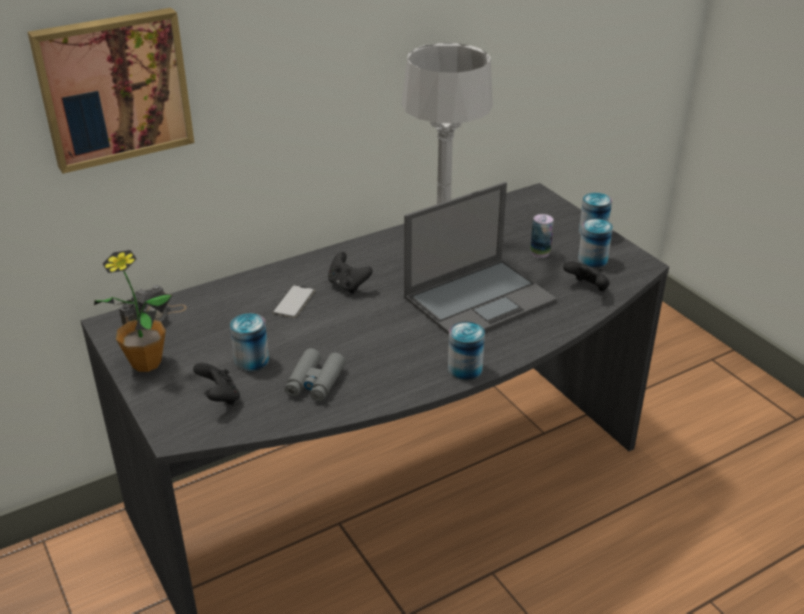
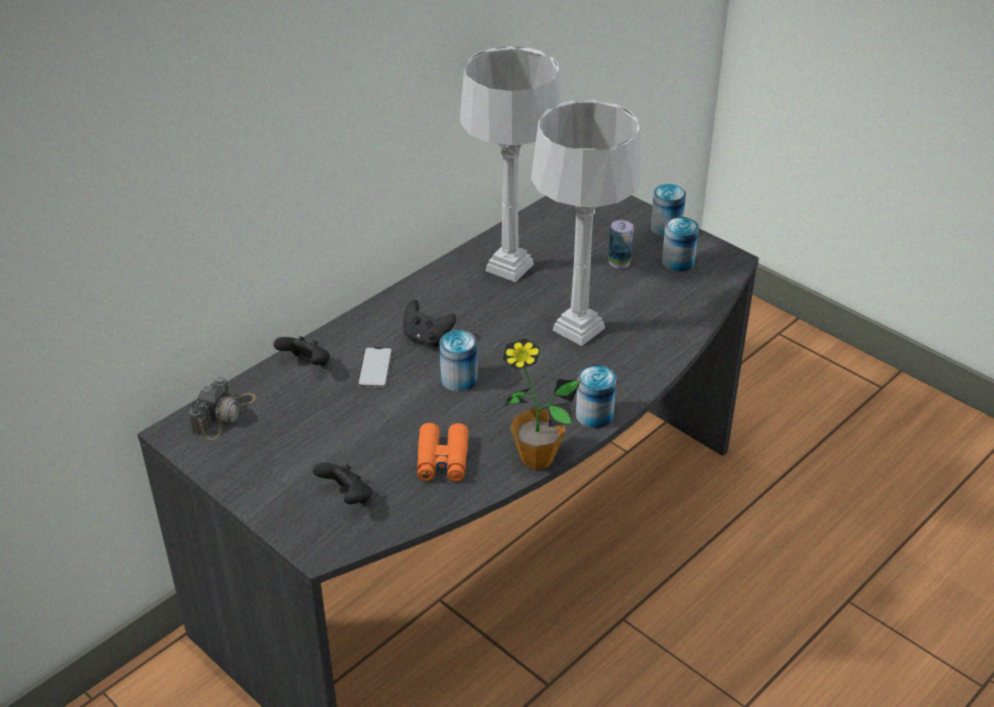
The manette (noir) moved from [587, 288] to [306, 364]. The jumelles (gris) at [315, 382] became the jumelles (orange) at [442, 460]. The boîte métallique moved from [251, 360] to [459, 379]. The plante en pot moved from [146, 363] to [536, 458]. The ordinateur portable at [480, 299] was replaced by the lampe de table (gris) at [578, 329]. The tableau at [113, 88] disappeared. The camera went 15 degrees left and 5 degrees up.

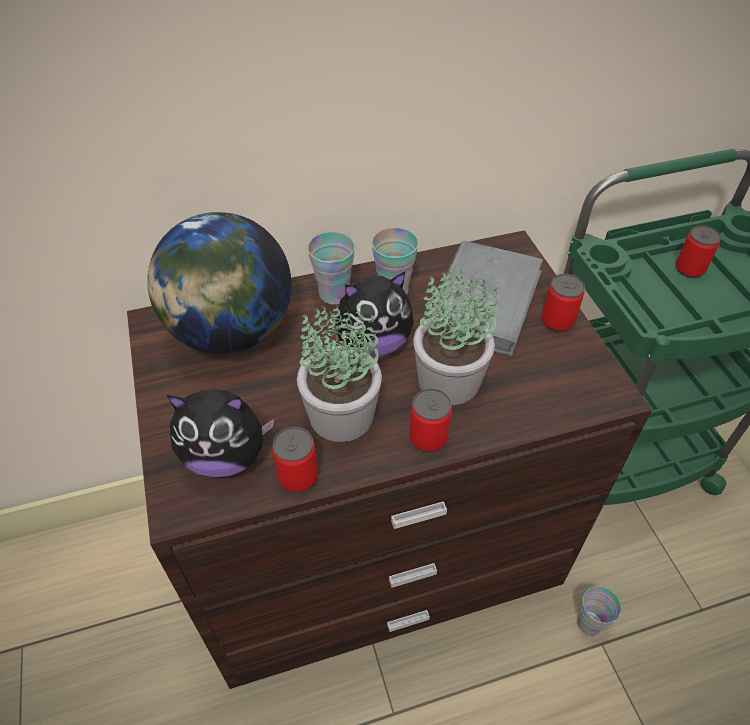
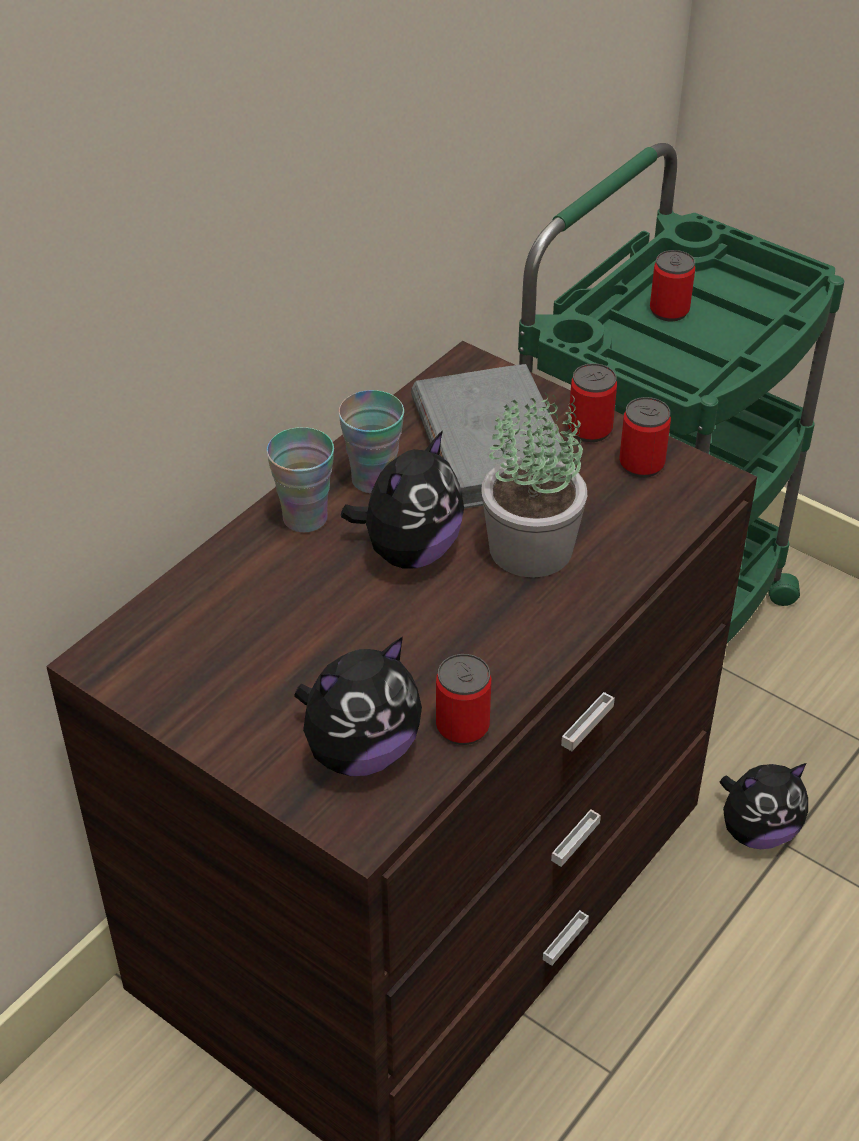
The boîte métallique moved from [428, 438] to [641, 464]. The tasse at [589, 623] was replaced by the peluche at [757, 831]. The globe at [231, 332] disappeared. The plante en pot at [342, 416] disappeared. The camera went 35 degrees left and 5 degrees down.

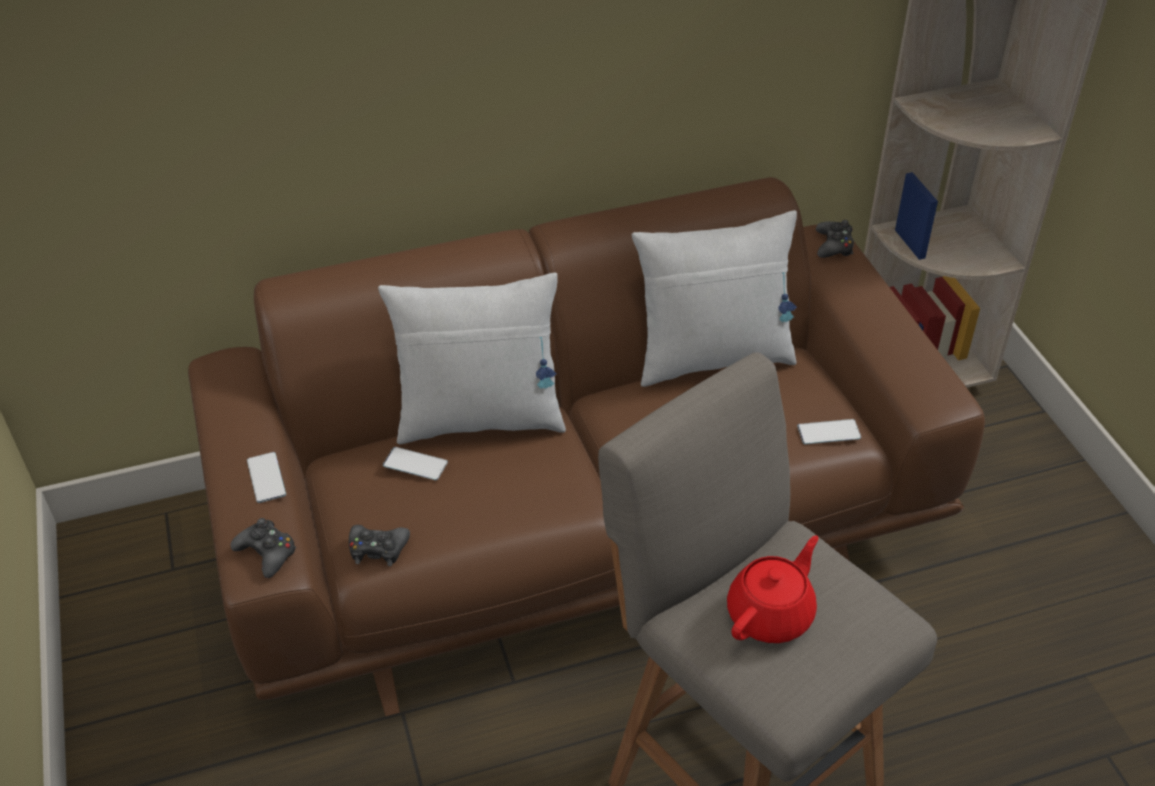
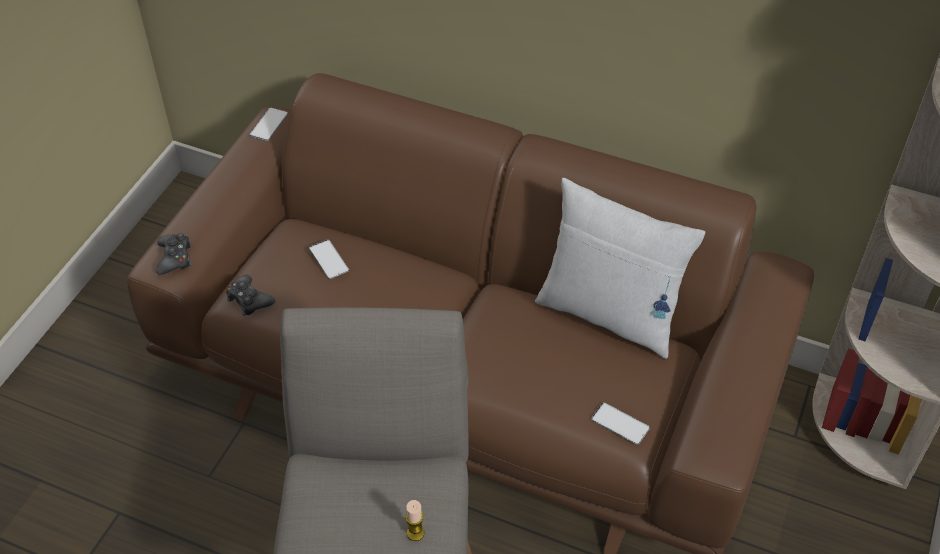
The téléphone moved from [266, 478] to [268, 124]. The bougie at [415, 533] appeared. The coussin (gris) at [480, 420] disappeared. The théière (rouge) at [771, 614] disappeared. The manette (noir) at [834, 245] disappeared. The camera went 40 degrees right and 5 degrees up.

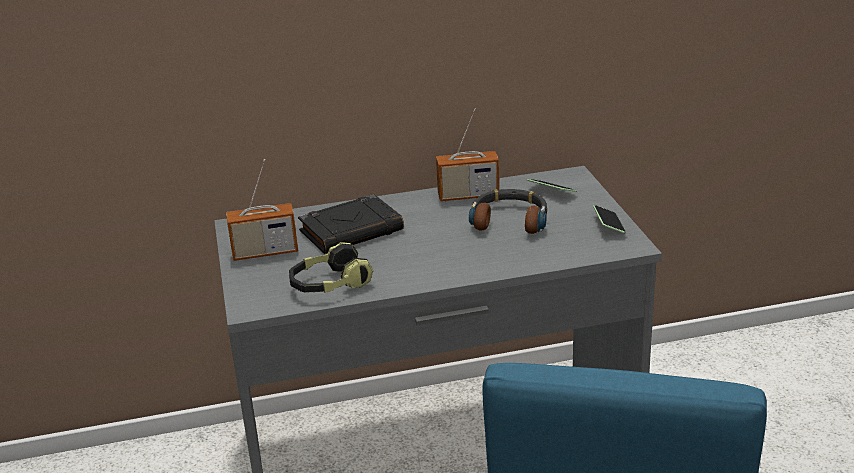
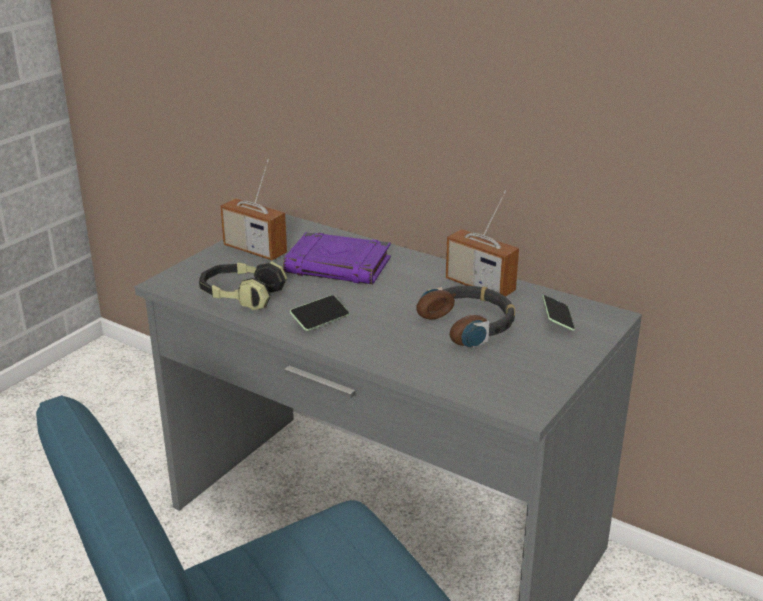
The livre (noir) at [352, 230] became the livre (violet) at [339, 266]. The téléphone moved from [608, 226] to [320, 320]. The camera went 45 degrees right and 0 degrees up.

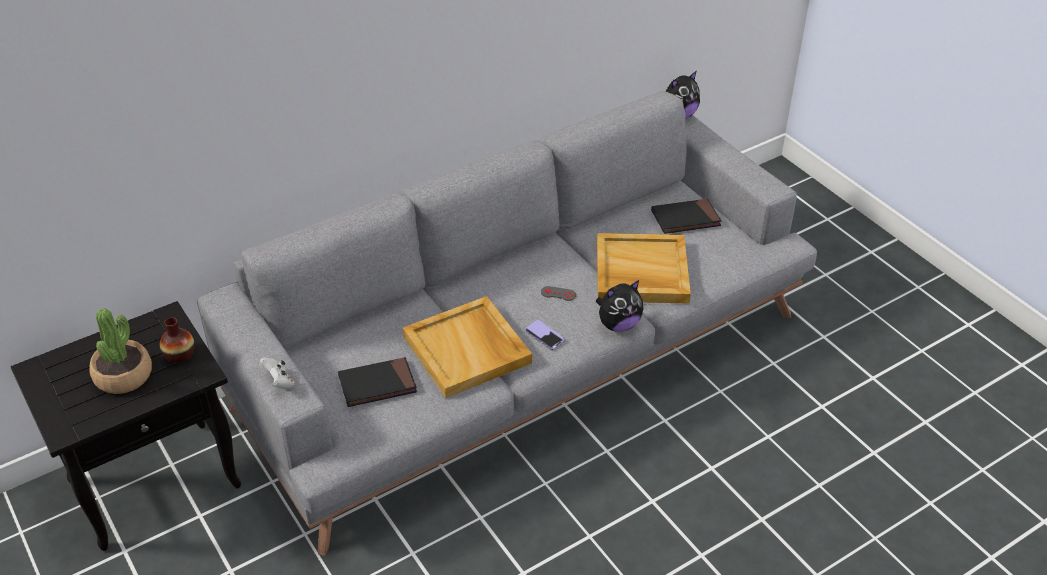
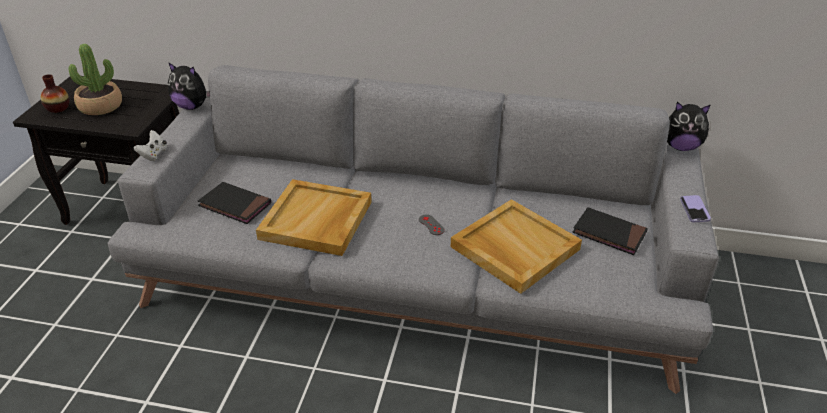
The vase moved from [179, 354] to [58, 108]. The peluche moved from [618, 324] to [192, 106]. The téléphone moved from [544, 336] to [694, 210]. The camera went 45 degrees right and 5 degrees down.

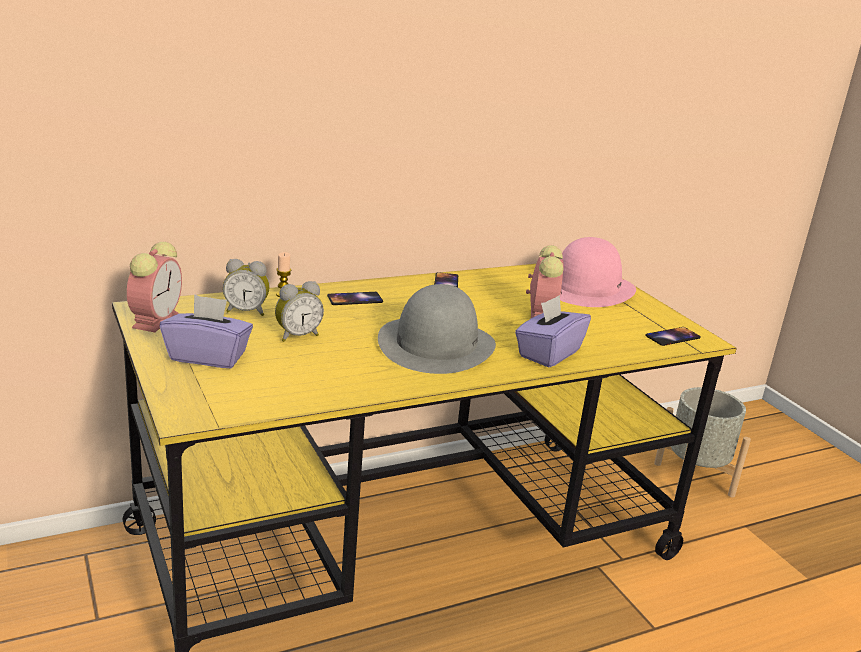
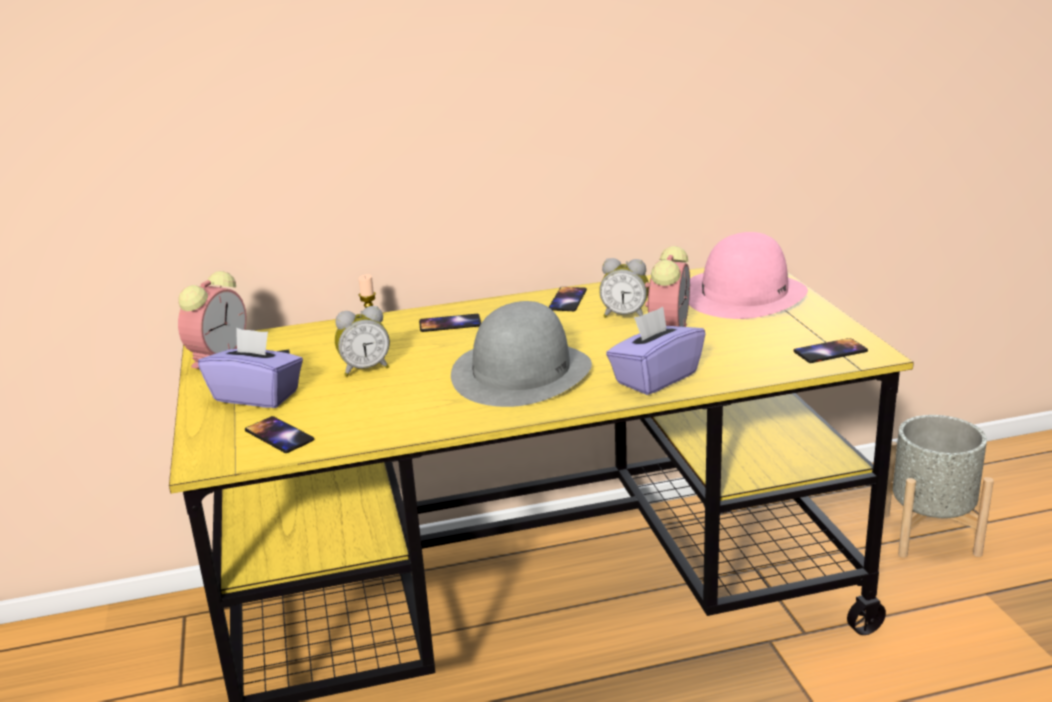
The téléphone at [279, 435] appeared. The réveil moved from [247, 311] to [625, 315]. The camera went 15 degrees right and 0 degrees up.

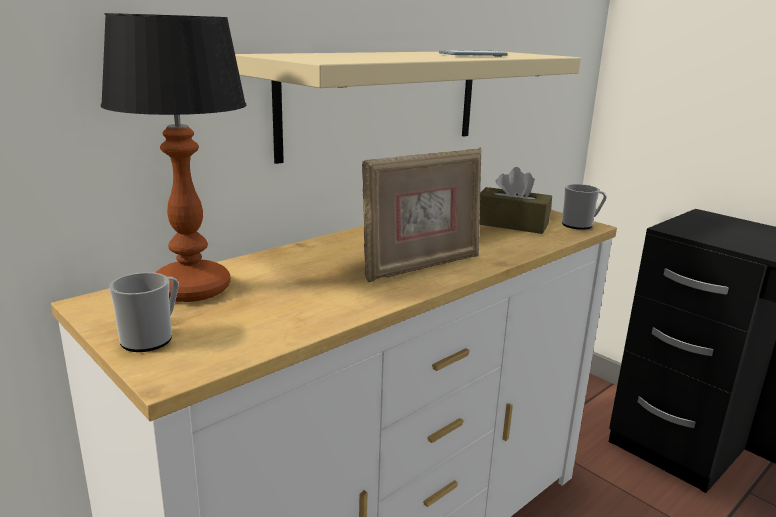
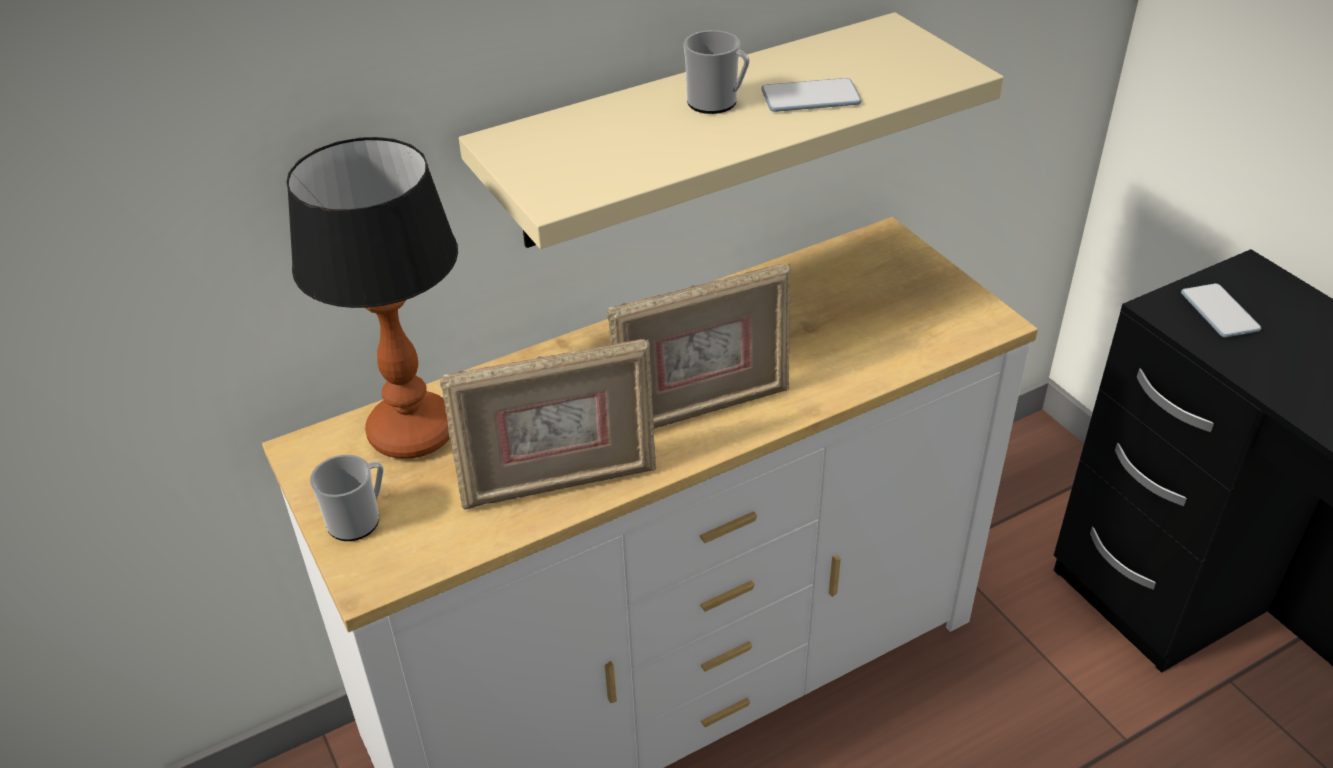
The cadre photo at [559, 482] appeared. The mug moved from [580, 225] to [717, 103]. The téléphone at [1219, 312] appeared. The boîte à mouchoirs (marron) at [511, 224] disappeared. The camera went 15 degrees right and 20 degrees up.

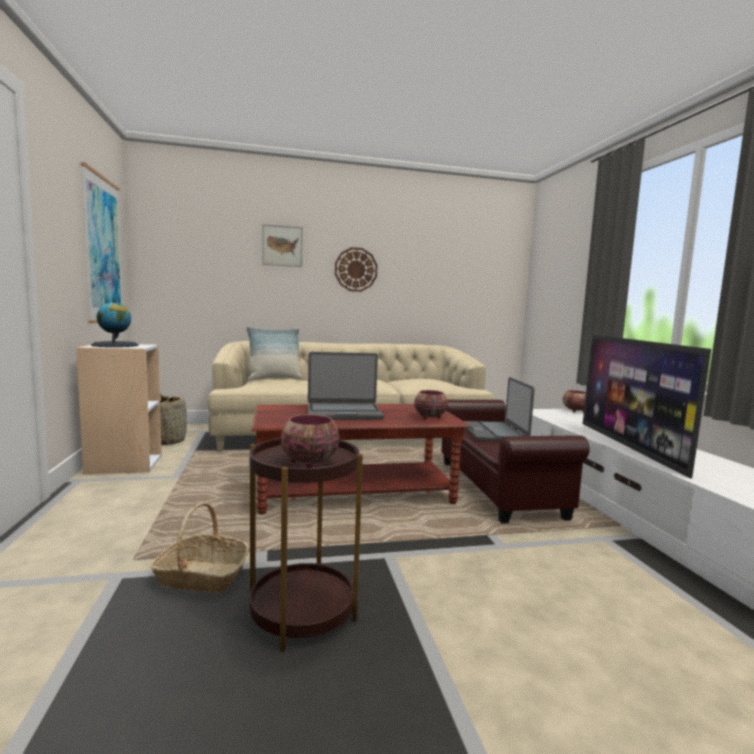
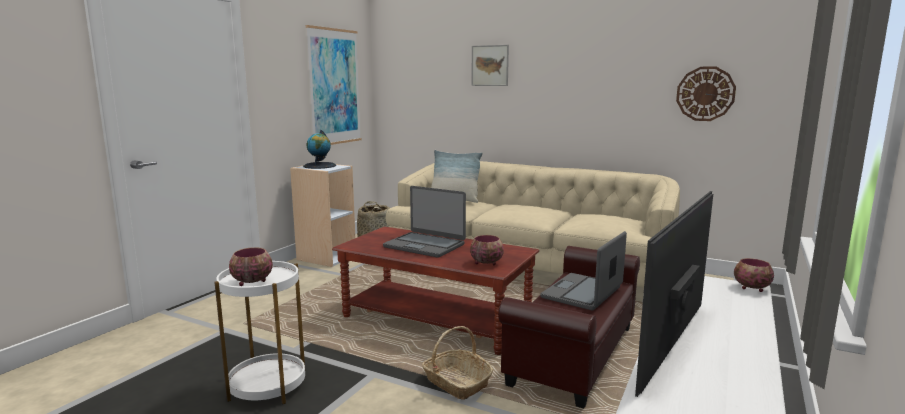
The table d'appoint (marron) at [302, 612] became the table d'appoint (blanc) at [267, 386]. The panier moved from [201, 576] to [456, 382]. The horloge murale moved from [356, 269] to [705, 94]. The camera went 40 degrees right and 5 degrees up.

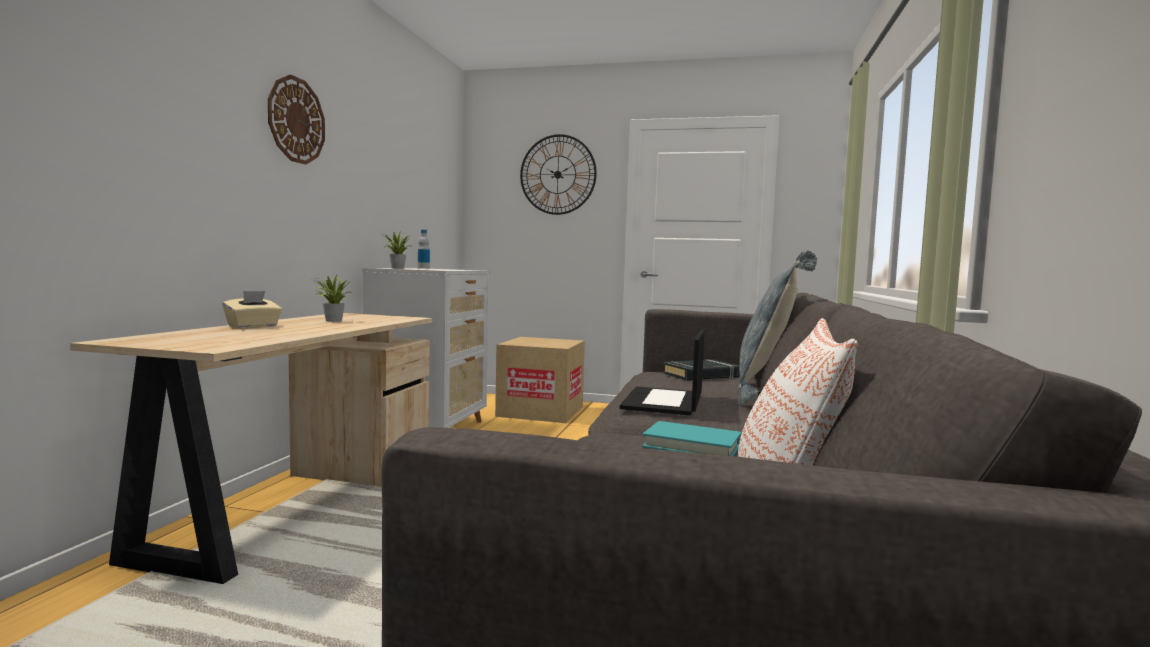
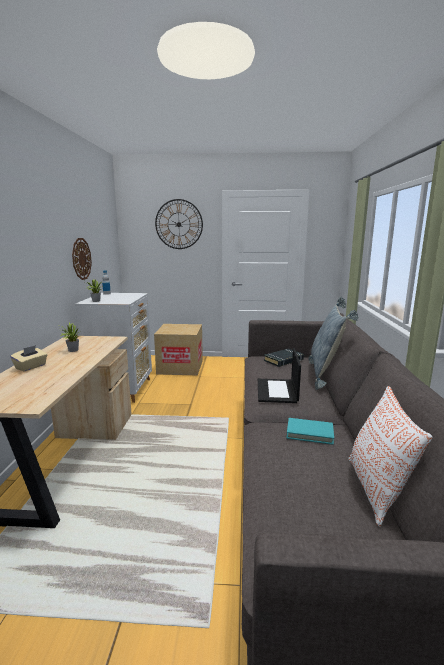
The horloge murale moved from [296, 120] to [81, 259]. The camera went 10 degrees left and 10 degrees up.

